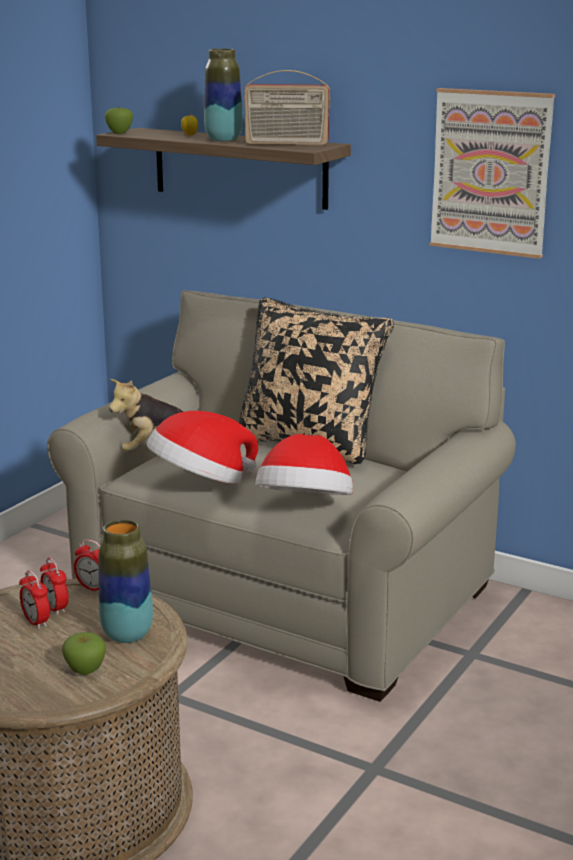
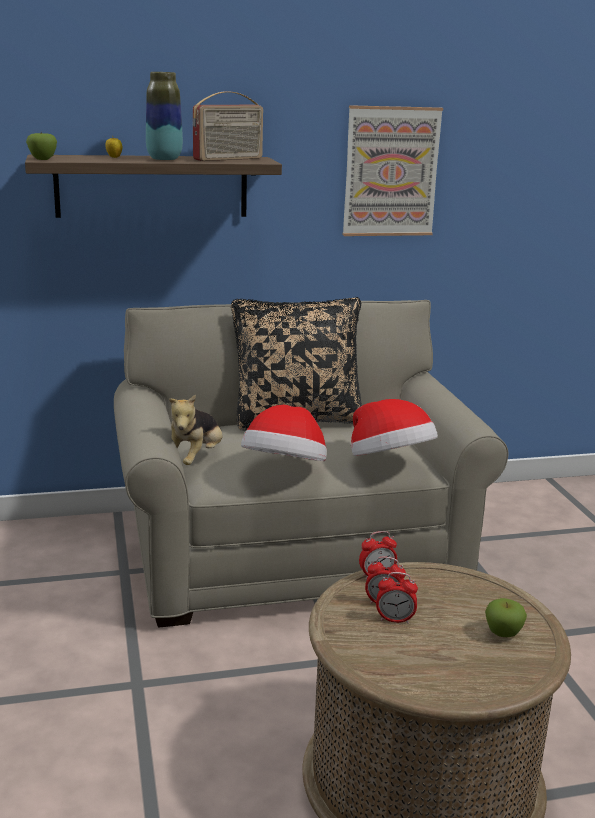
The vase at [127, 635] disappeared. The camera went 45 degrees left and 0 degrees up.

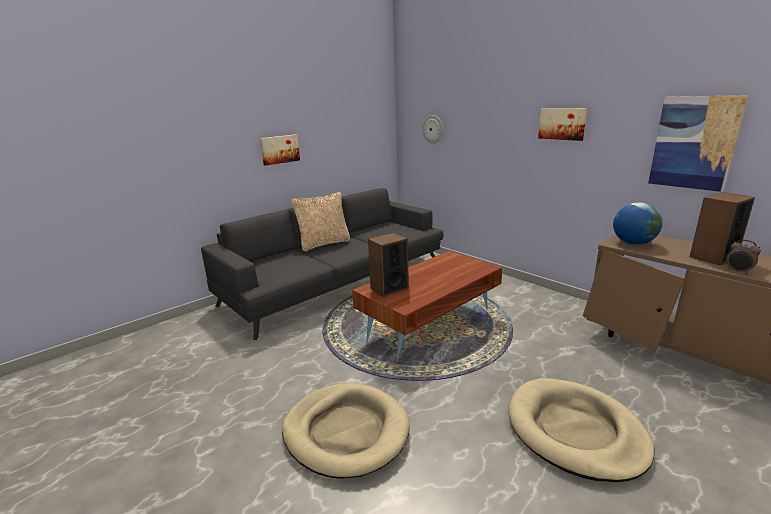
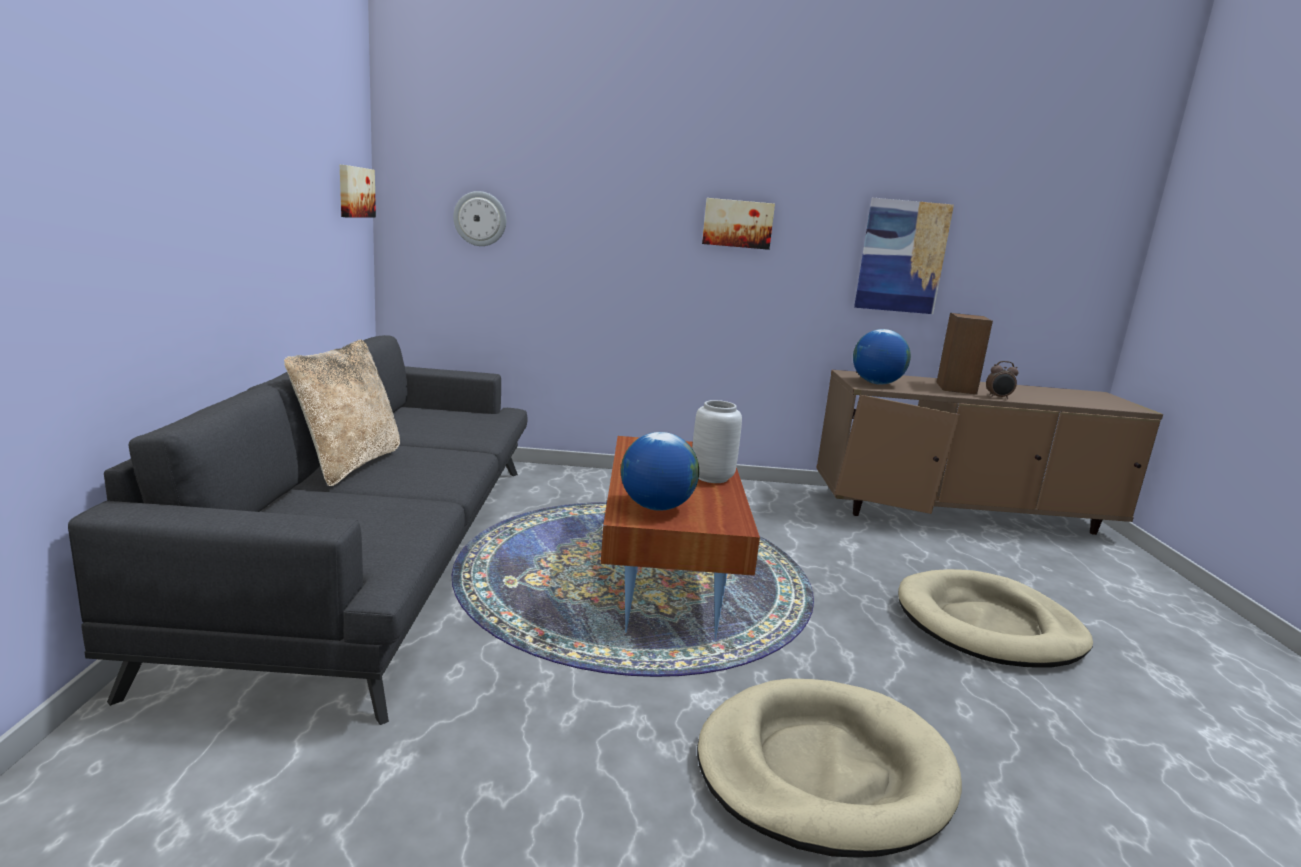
The tableau moved from [279, 149] to [355, 192]. The enceinte at [389, 288] was replaced by the globe at [656, 507]. The vase (gris) at [712, 477] appeared. The camera went 50 degrees left and 5 degrees down.

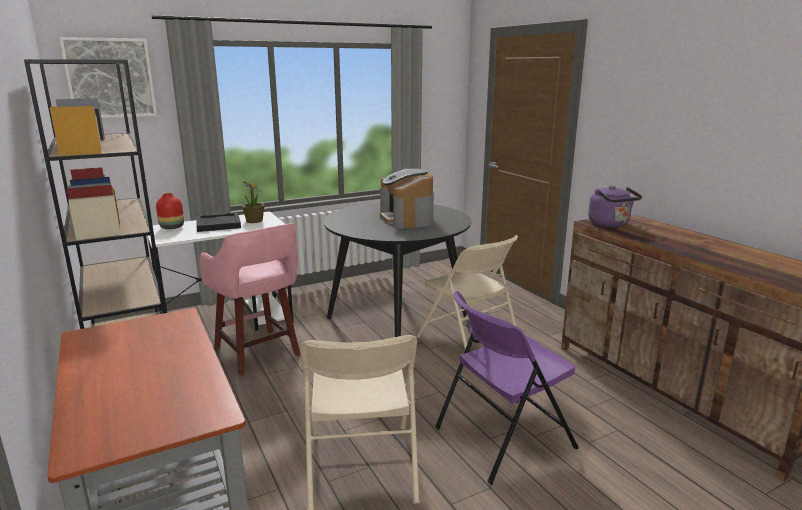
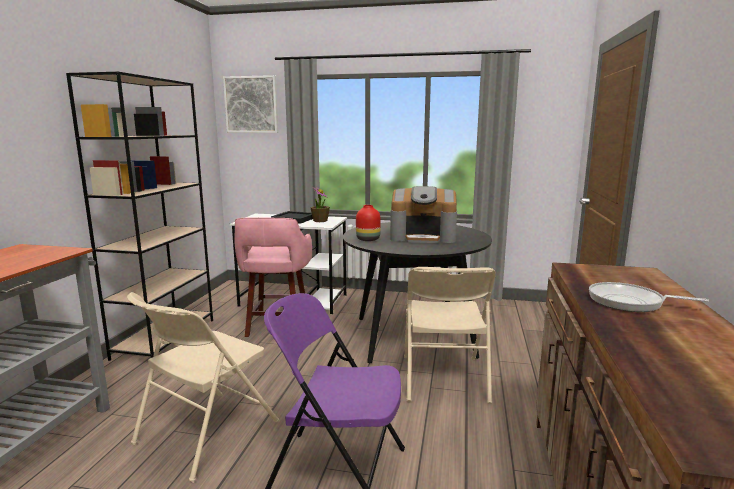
The vase (rouge) moved from [171, 227] to [367, 239]. The machine à café at [407, 219] turned 105 degrees counterclockwise. The poêle at [630, 302] appeared. The bouilloire (violet) at [610, 224] disappeared. The camera went 40 degrees right and 5 degrees down.

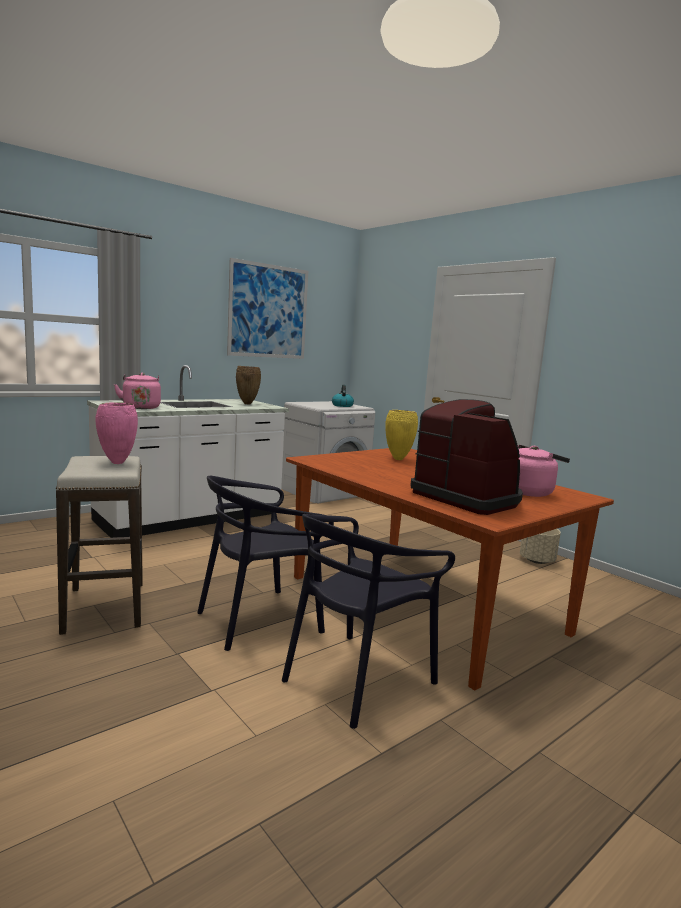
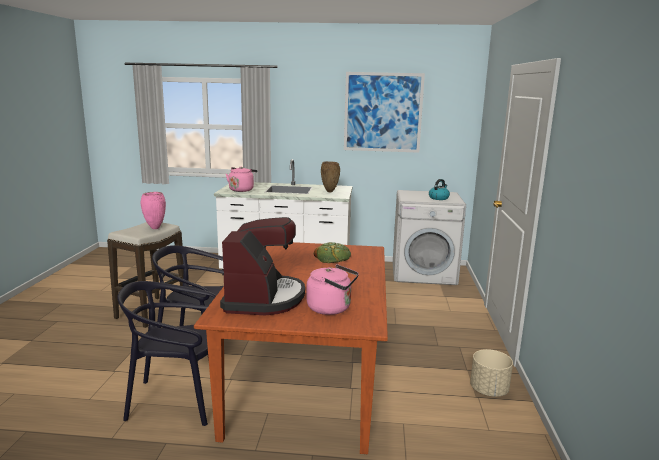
The vase (jaune) at [398, 459] was replaced by the pain at [332, 257]. The camera went 45 degrees right and 5 degrees up.

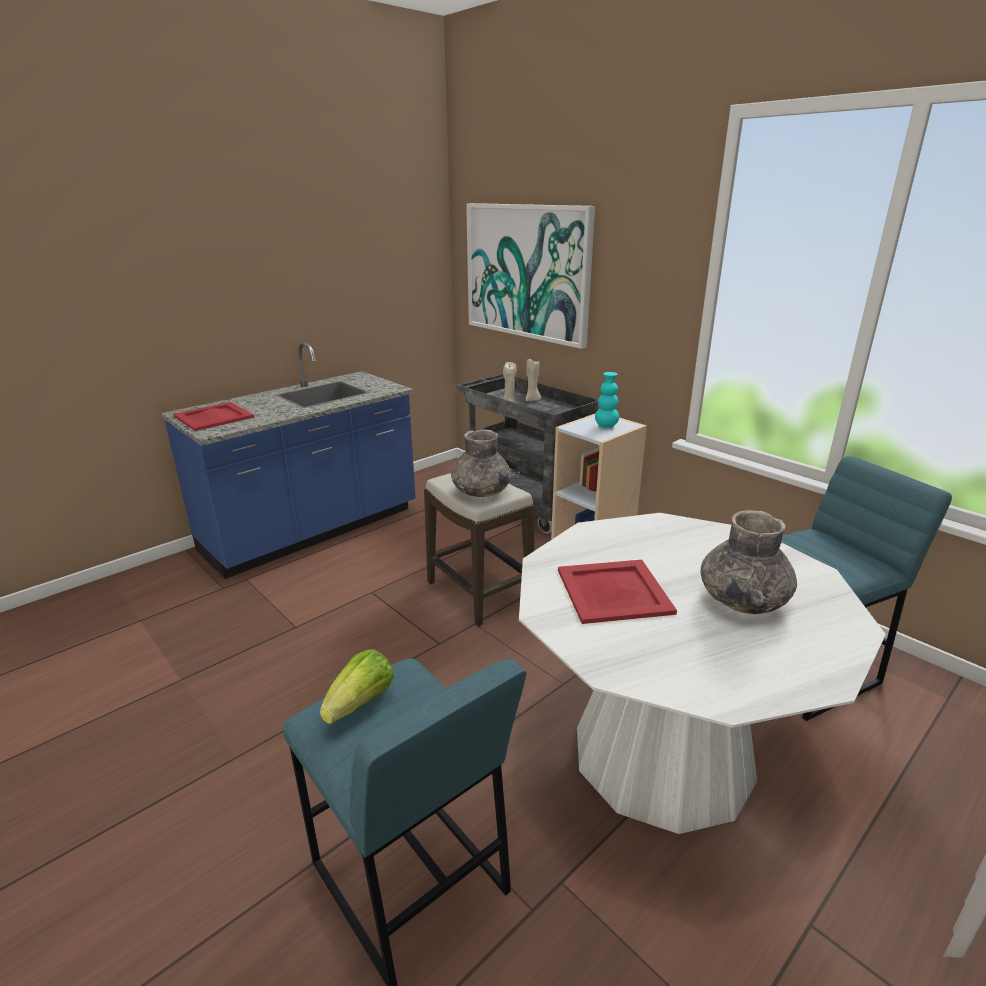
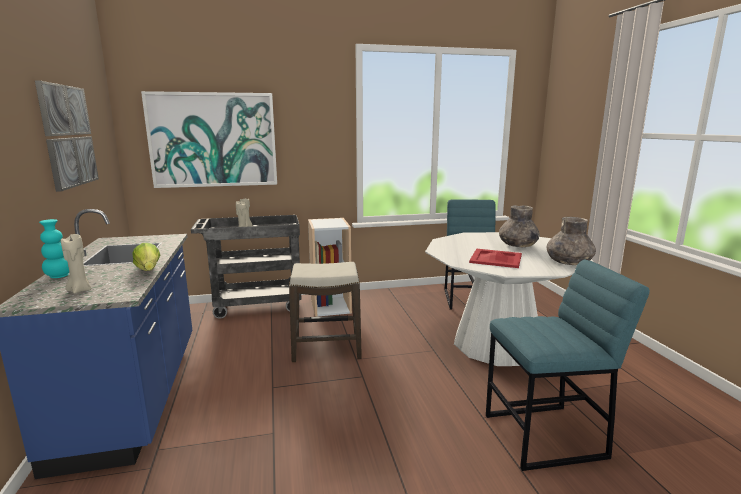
The tableau at [68, 136] appeared. The vase (turquoise) moved from [606, 426] to [59, 276]. The plateau (rouge) at [214, 417] was replaced by the bougie (beige) at [79, 290]. The laitue moved from [361, 703] to [148, 270]. The vase (gris) moved from [481, 491] to [569, 263]. The camera went 60 degrees left and 10 degrees down.

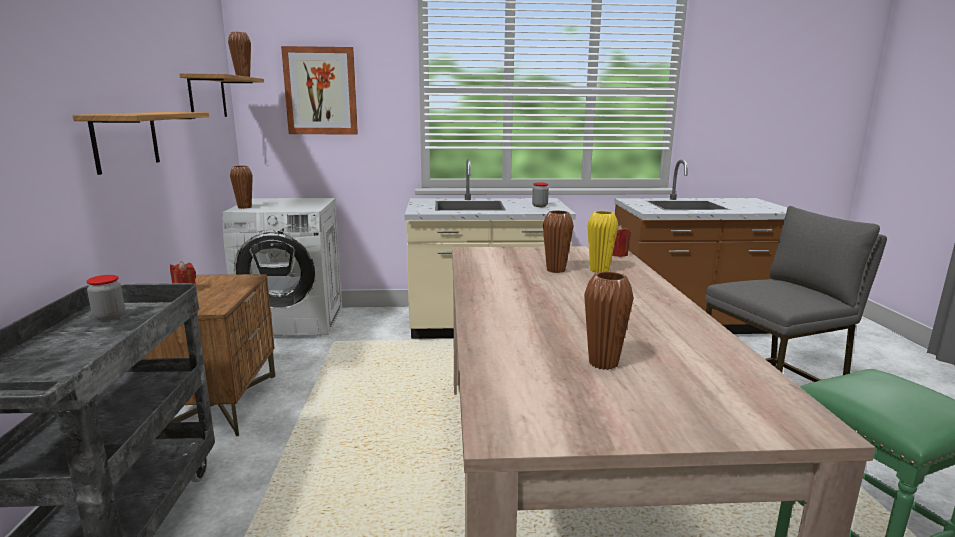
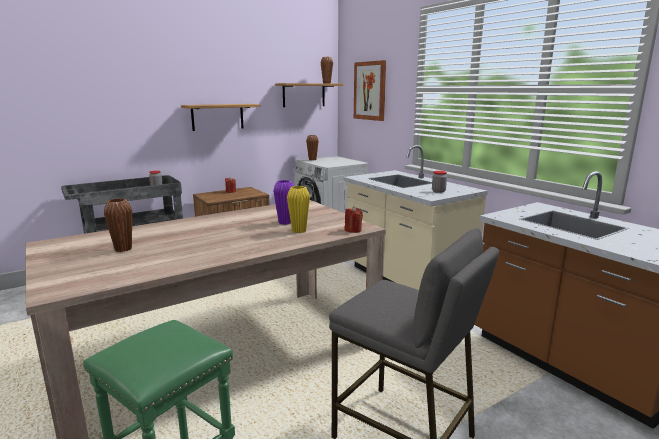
The vase (marron) at [555, 270] became the vase (violet) at [285, 222]. The camera went 60 degrees right and 0 degrees up.

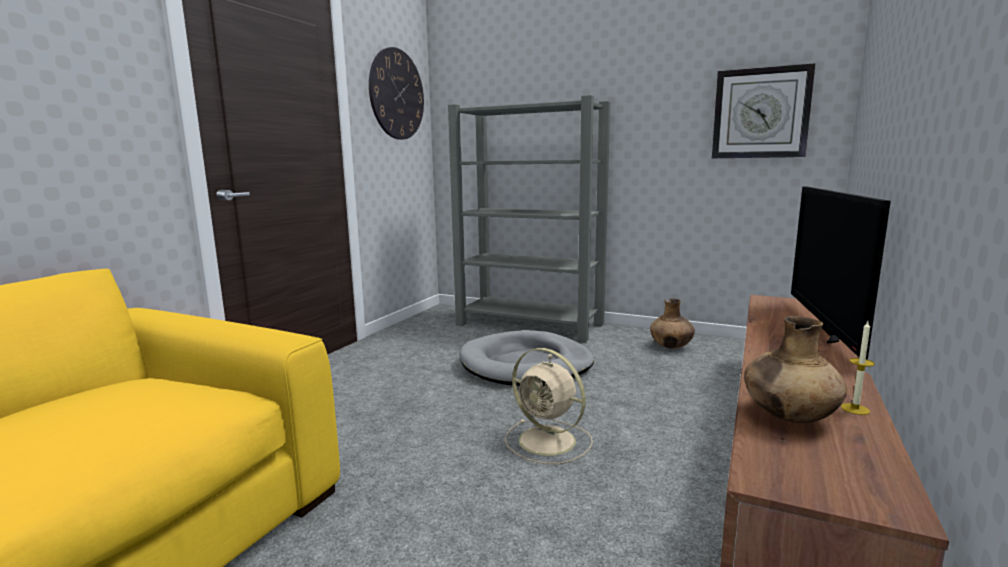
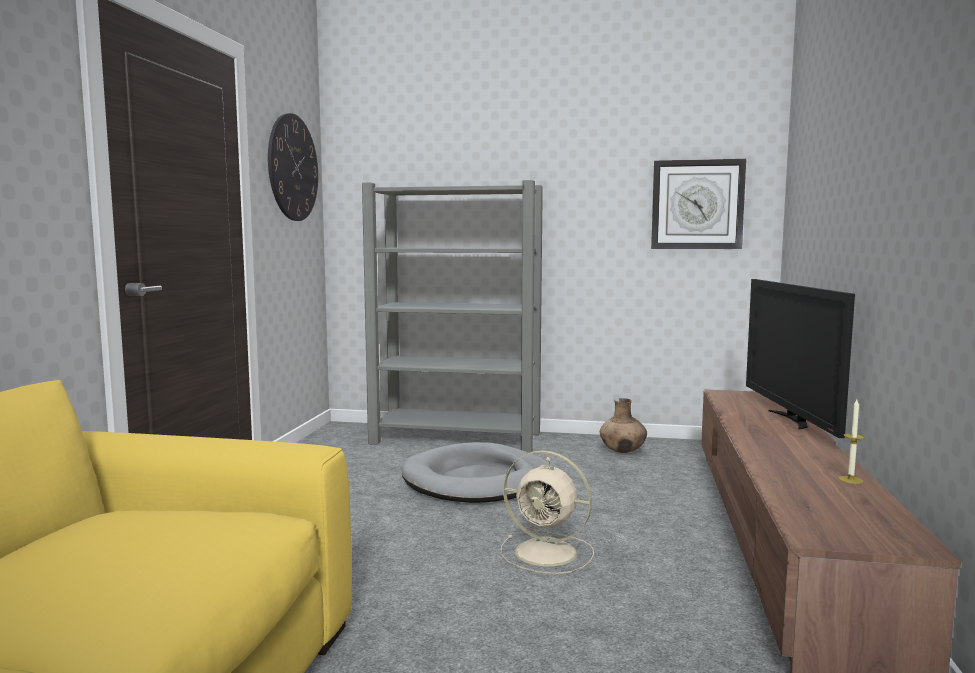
The vase (marron) at [788, 417] disappeared. The camera went 15 degrees left and 5 degrees down.

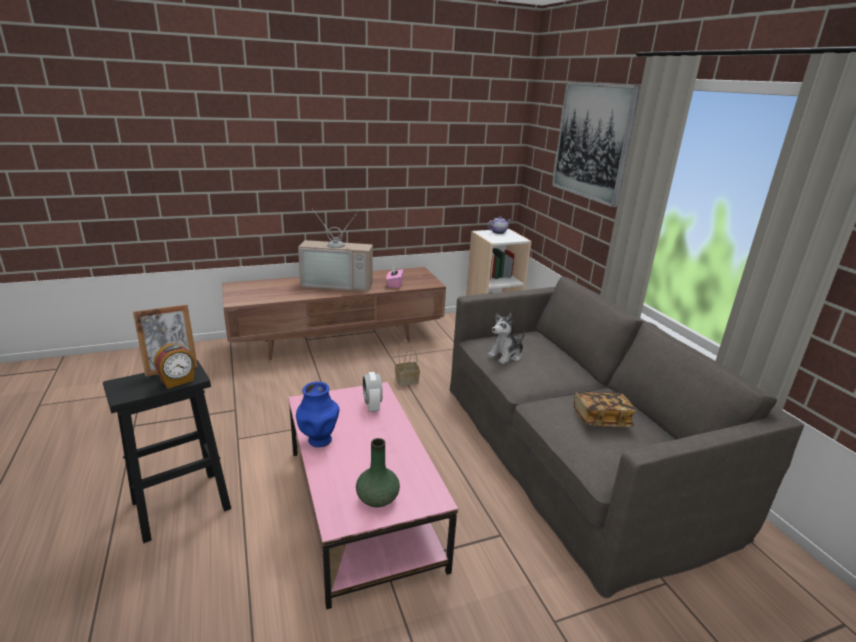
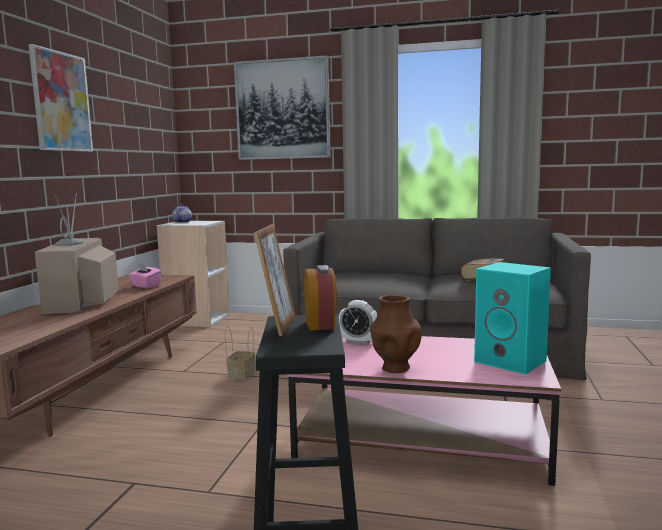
The tableau at [61, 102] appeared. The téléviseur at [338, 283] turned 135 degrees clockwise. The vase (bleu) at [319, 440] became the vase (marron) at [395, 368]. The vase (vert) at [378, 499] was replaced by the enceinte (turquoise) at [512, 361]. The peluche at [506, 355] disappeared. The camera went 55 degrees left and 15 degrees down.

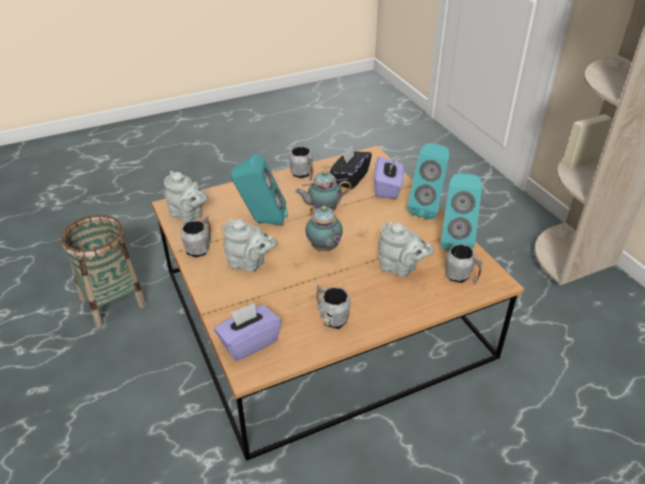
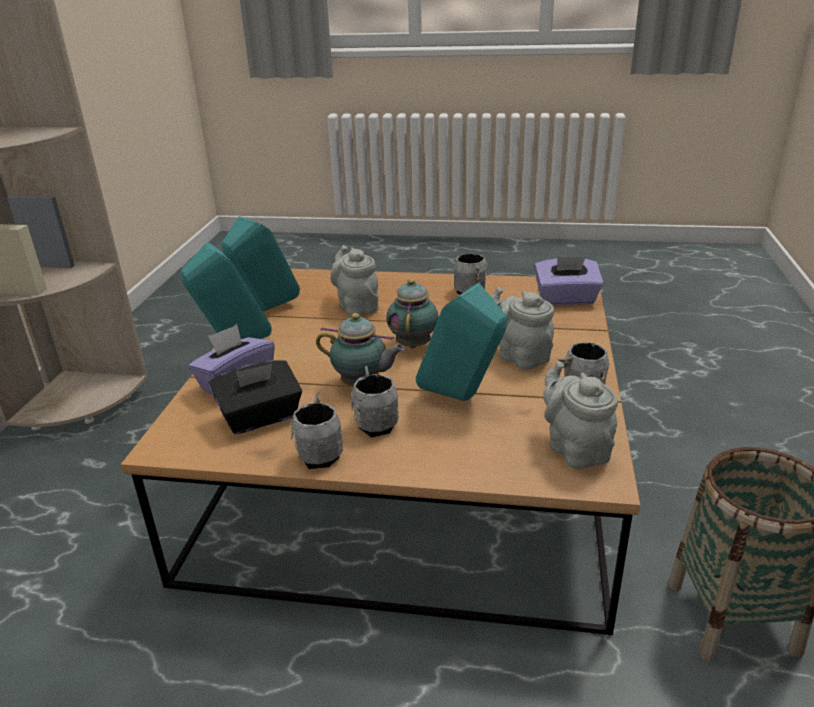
The mug (gris) moved from [461, 277] to [375, 422]. The camera went 145 degrees left and 10 degrees down.

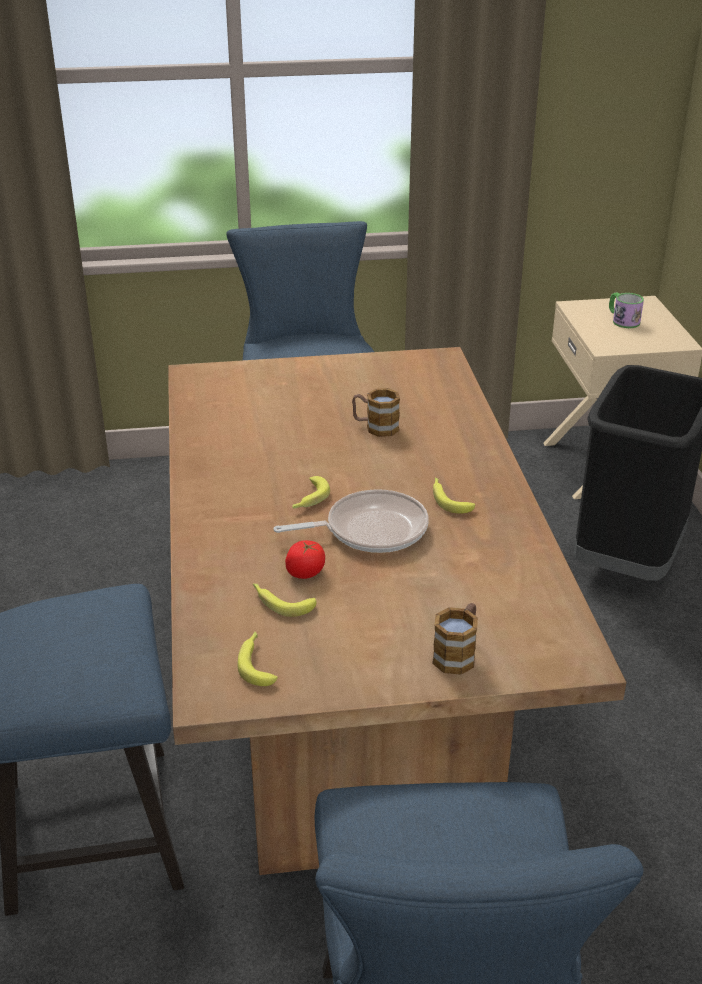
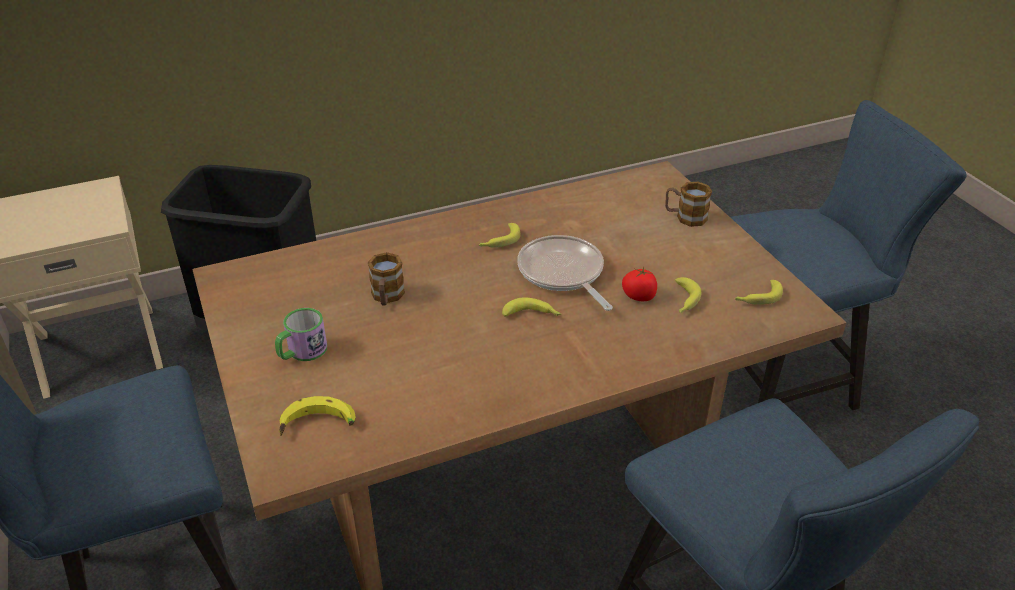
The mug moved from [622, 320] to [302, 352]. The banane at [318, 426] appeared. The camera went 105 degrees left and 5 degrees up.

